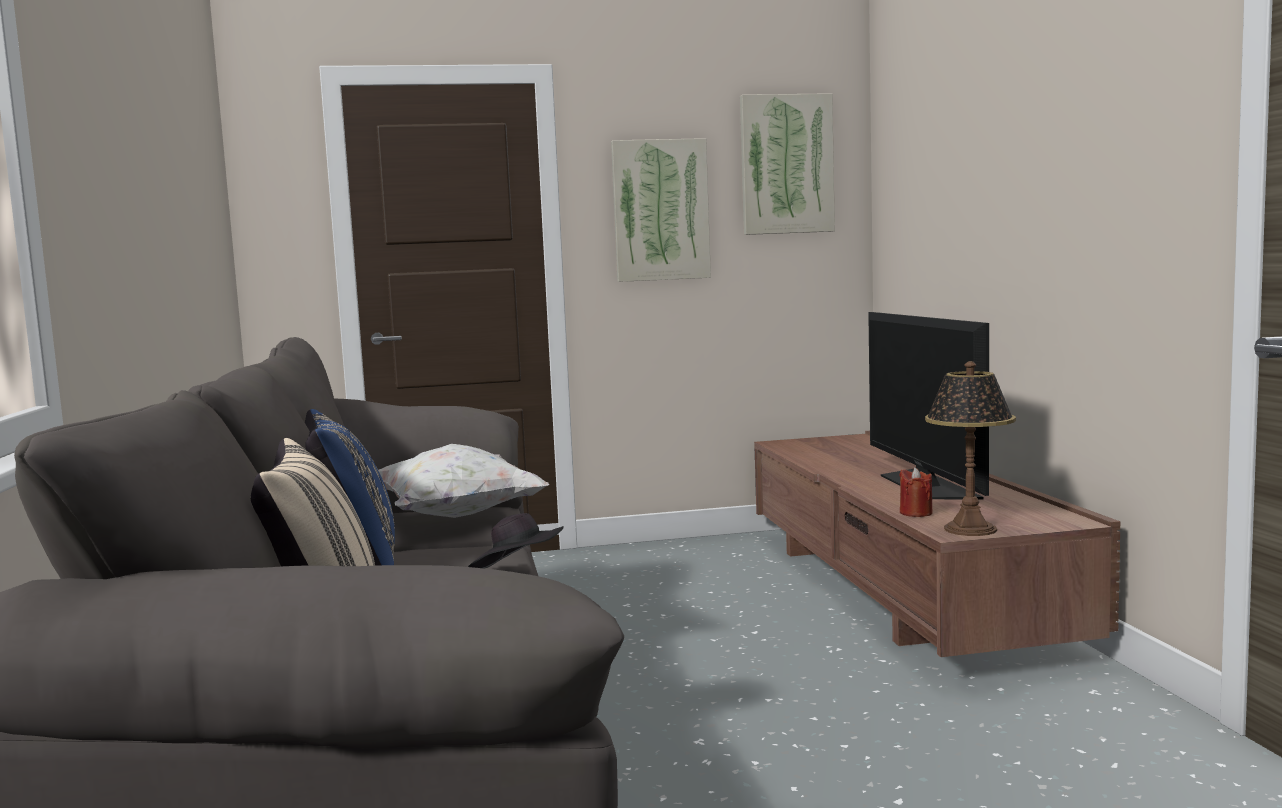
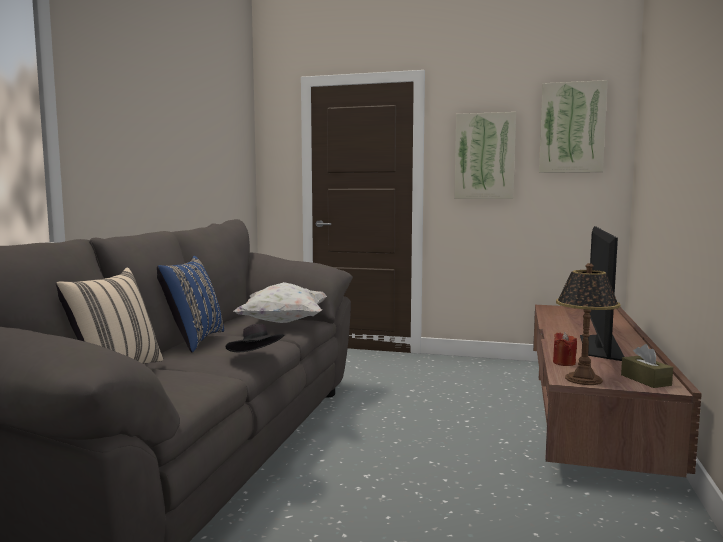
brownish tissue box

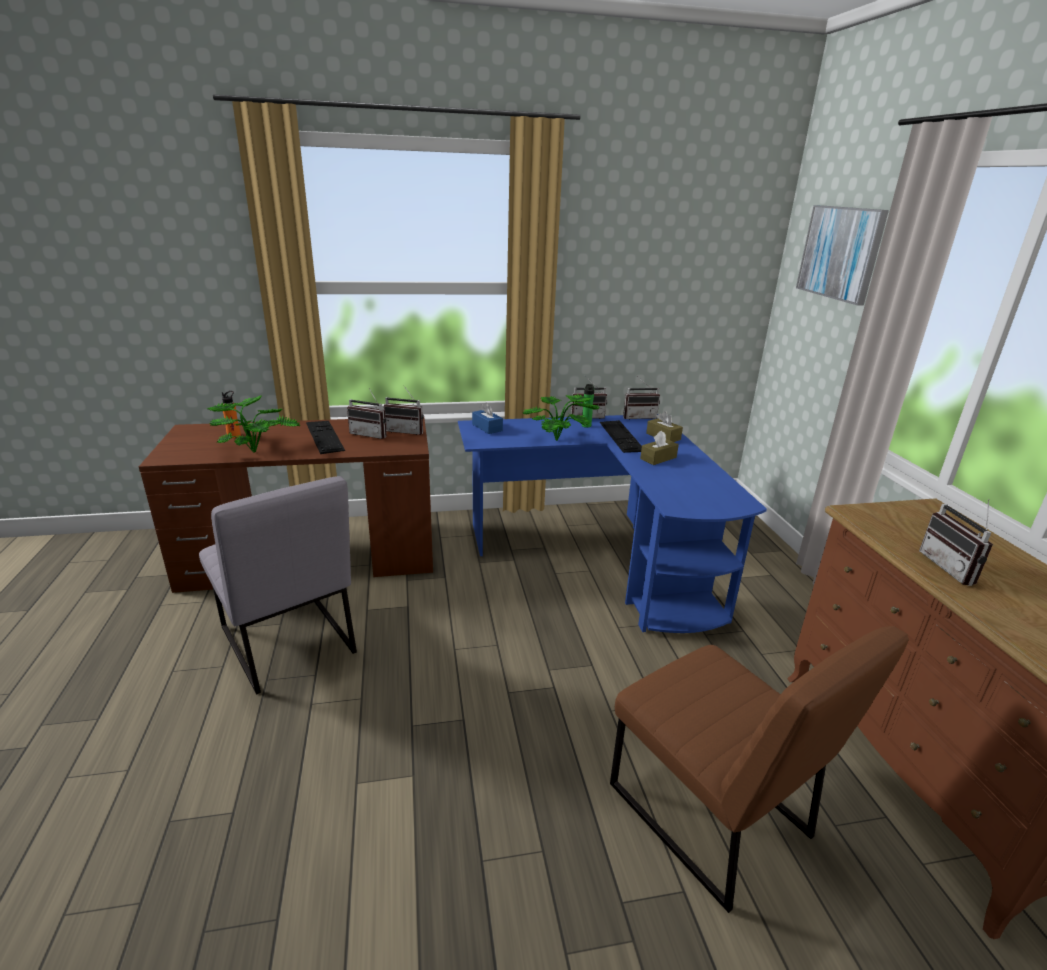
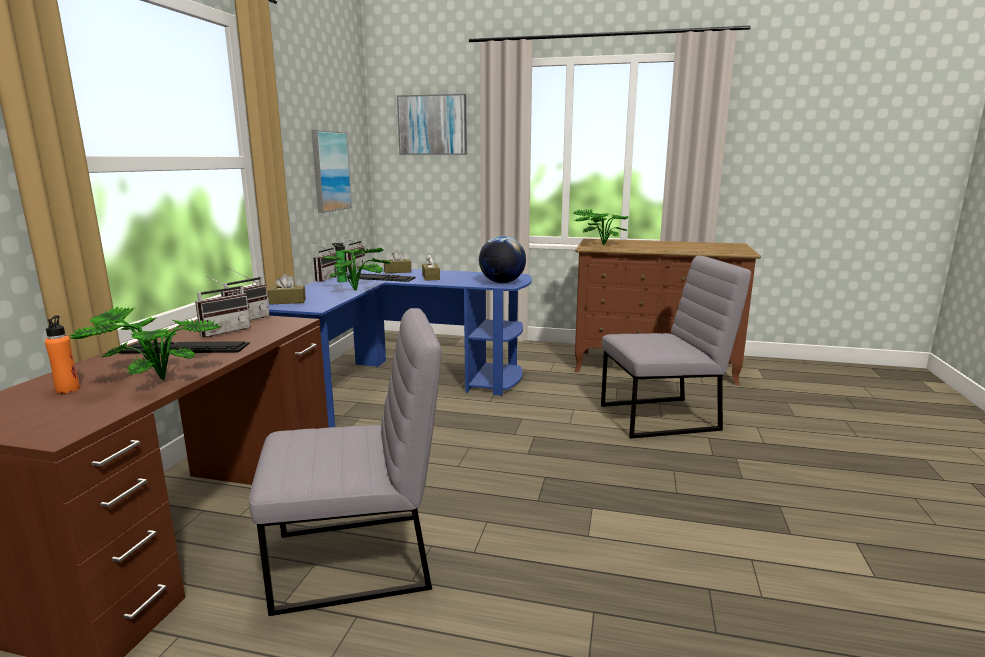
radio (no. 5 from left in the first image)
wall picture (no. 1 from left)
desk globe
plant in a pot (no. 3 from left)
brownish tissue box (no. 1 from left)
gray upright chair (no. 2 from left)

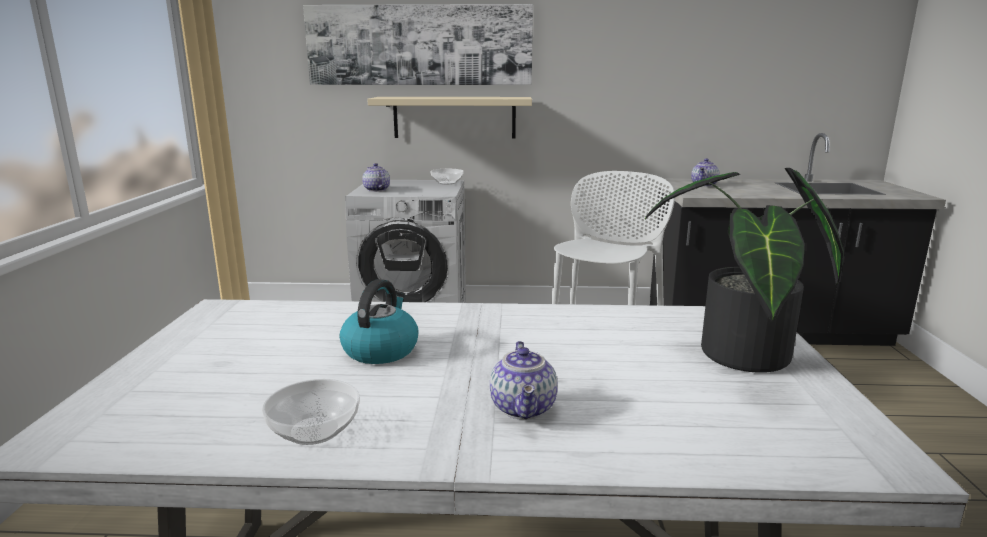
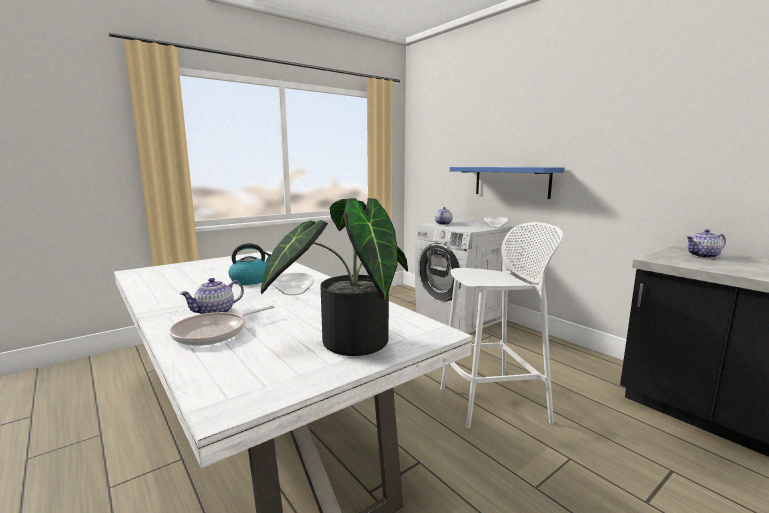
wall picture
skillet
serving bowl (no. 1 from left)
blue shelf

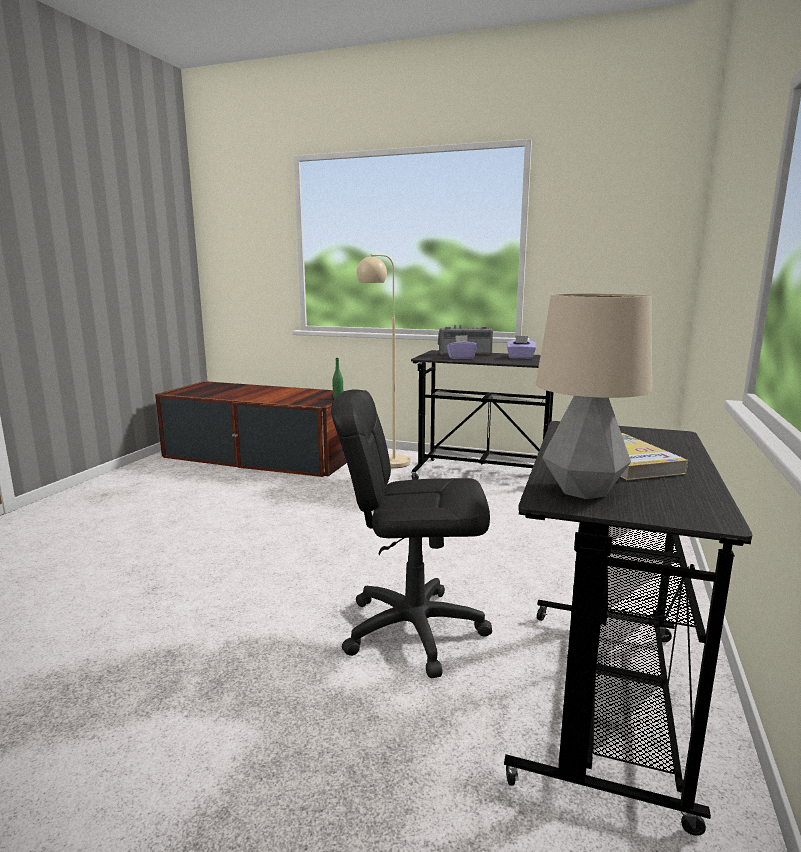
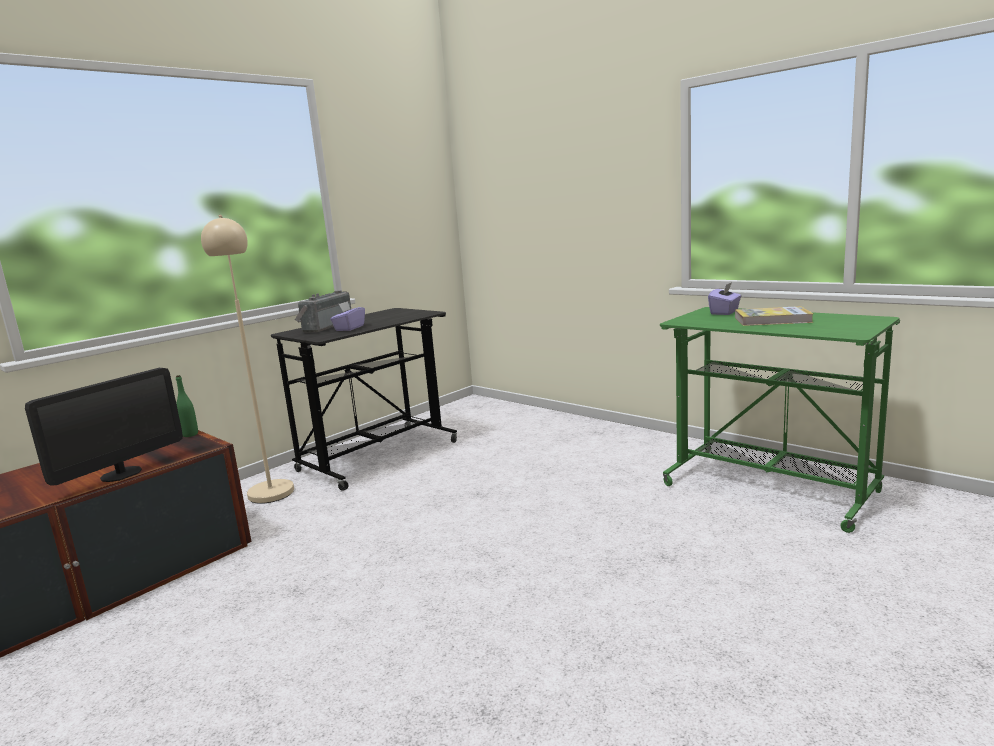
black computer chair
table lamp
computer display
purple-coloured tissue box (no. 2 from left)
green desk unit

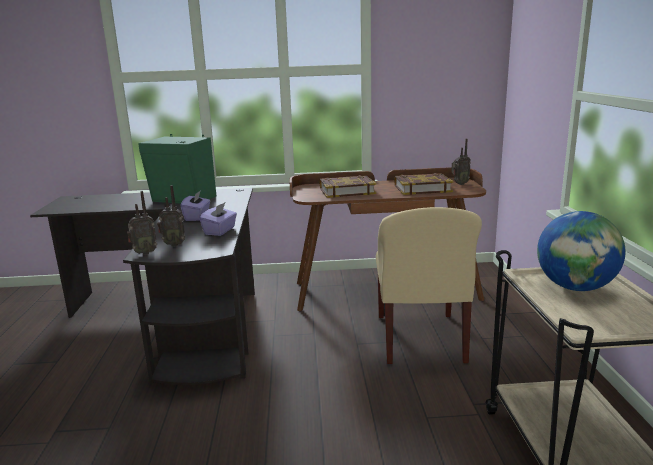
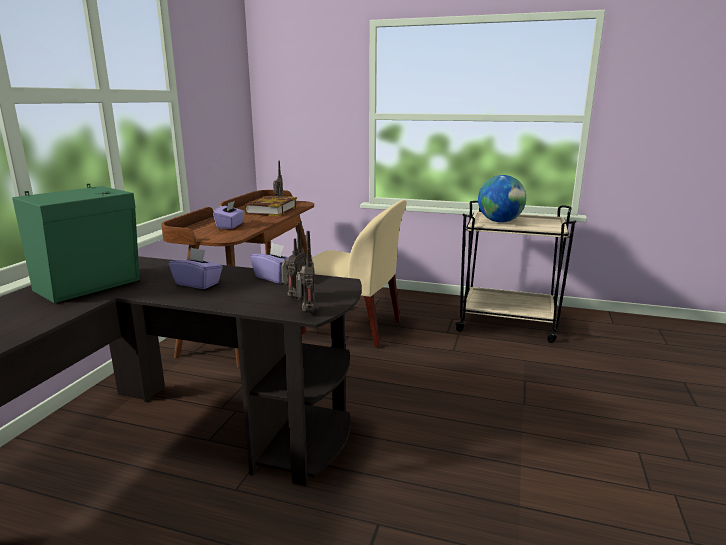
purple-coloured tissue box (no. 2 from left)

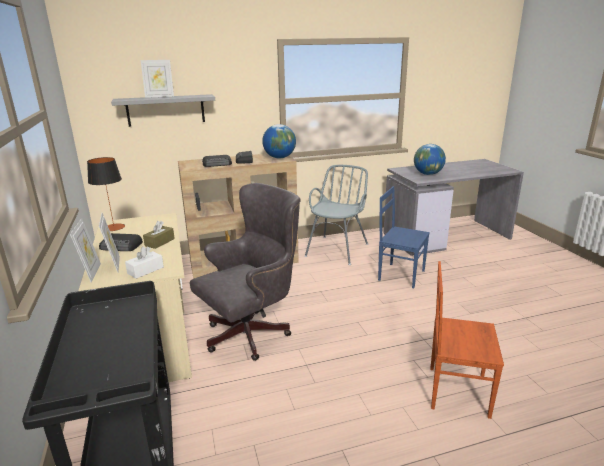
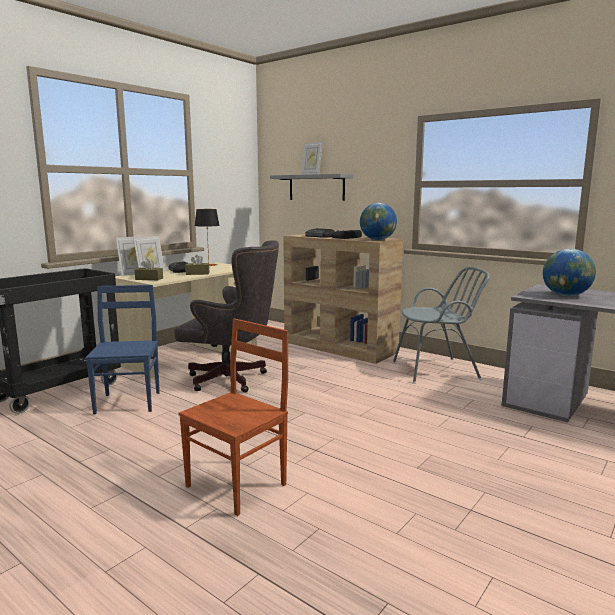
blue upright chair
brownish tissue box (no. 1 from left)
brownish upright chair

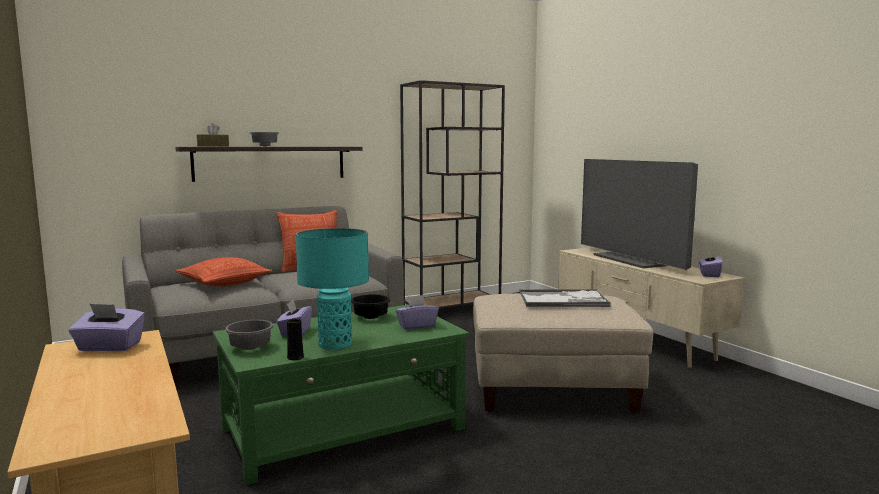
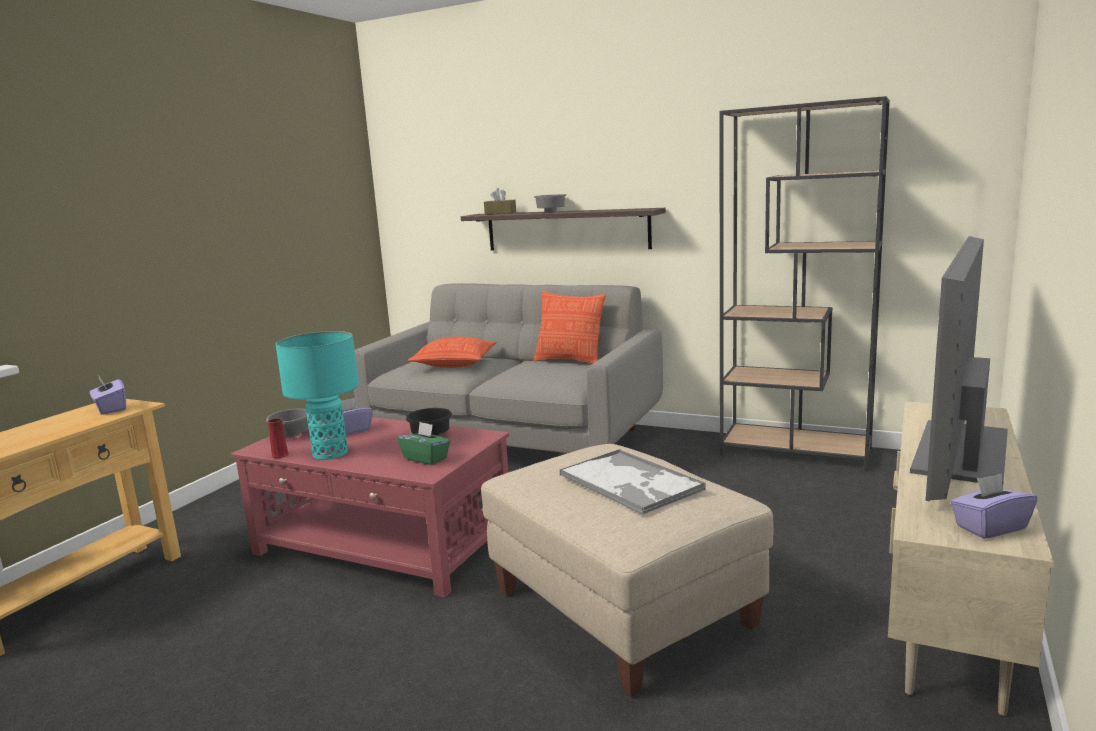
reddish coffee table
reddish vase
green tissue box

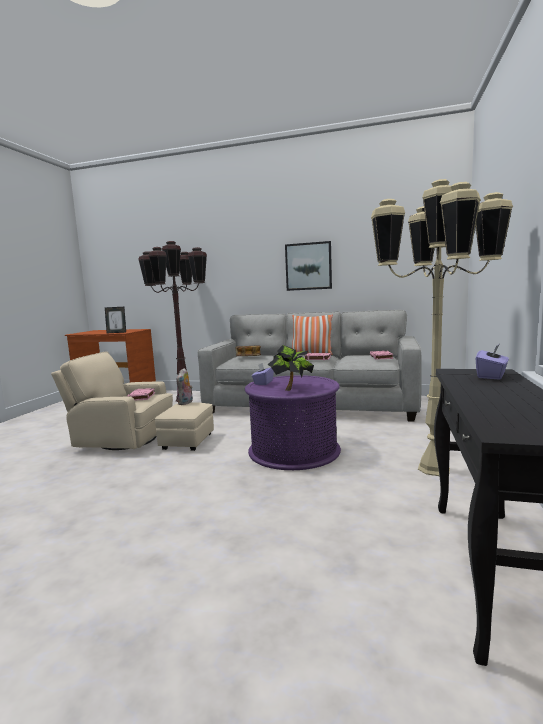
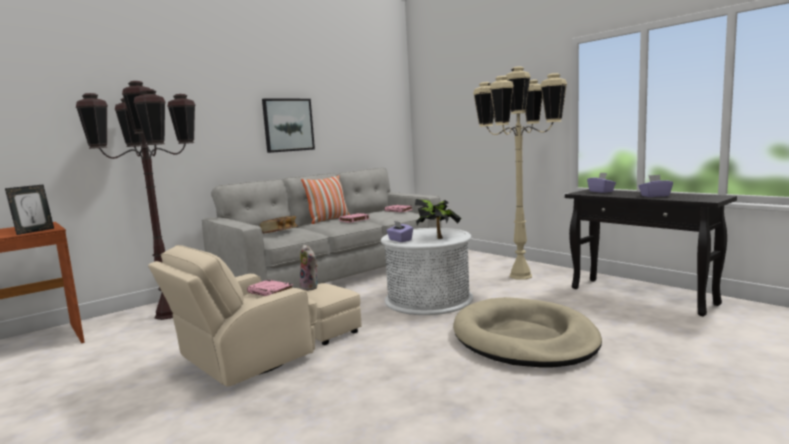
beige-coloured dog cushion
purple-coloured tissue box (no. 3 from left)
white coffee table

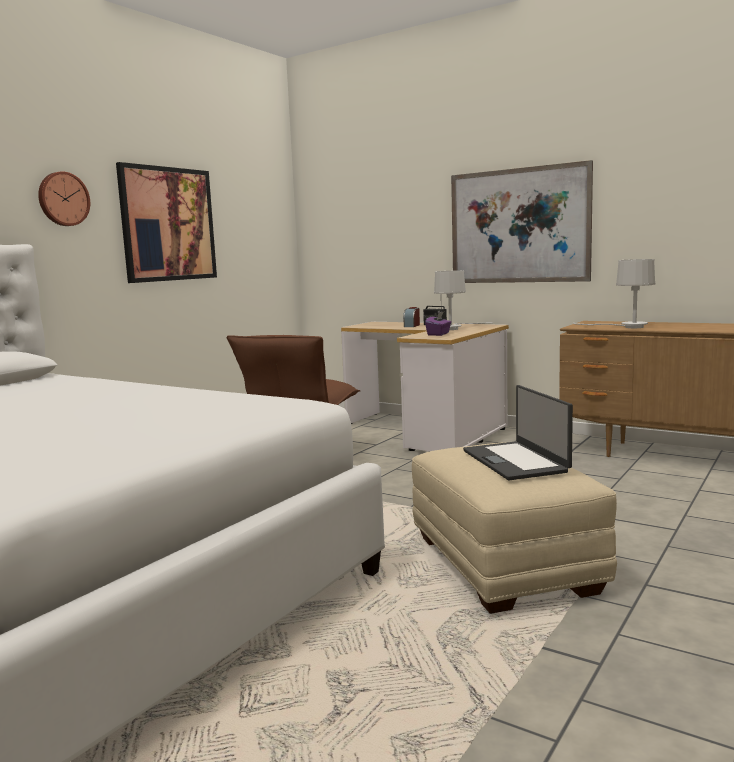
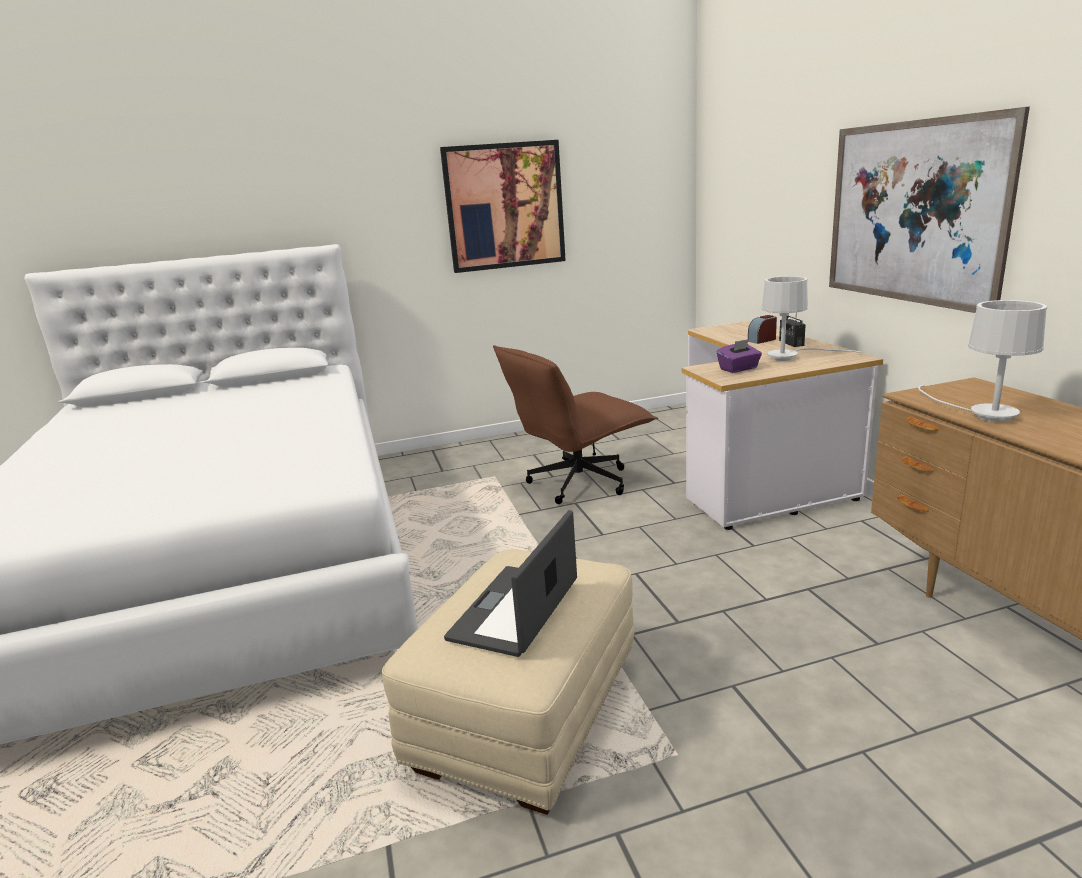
hanging clock

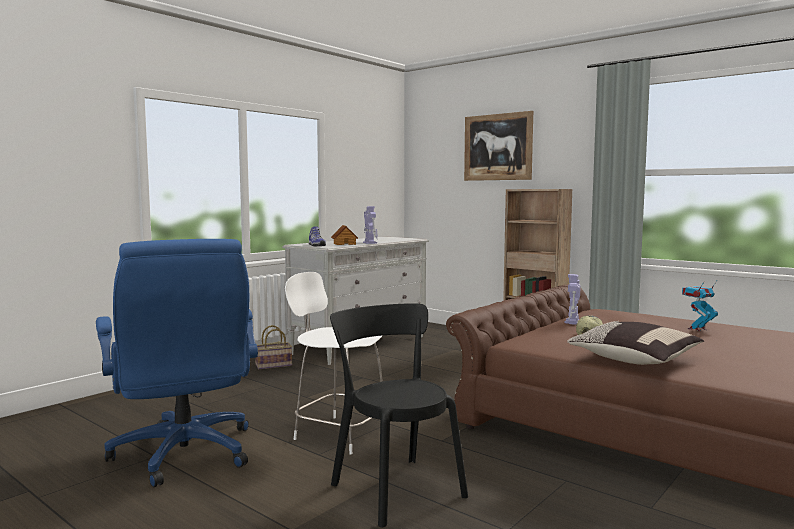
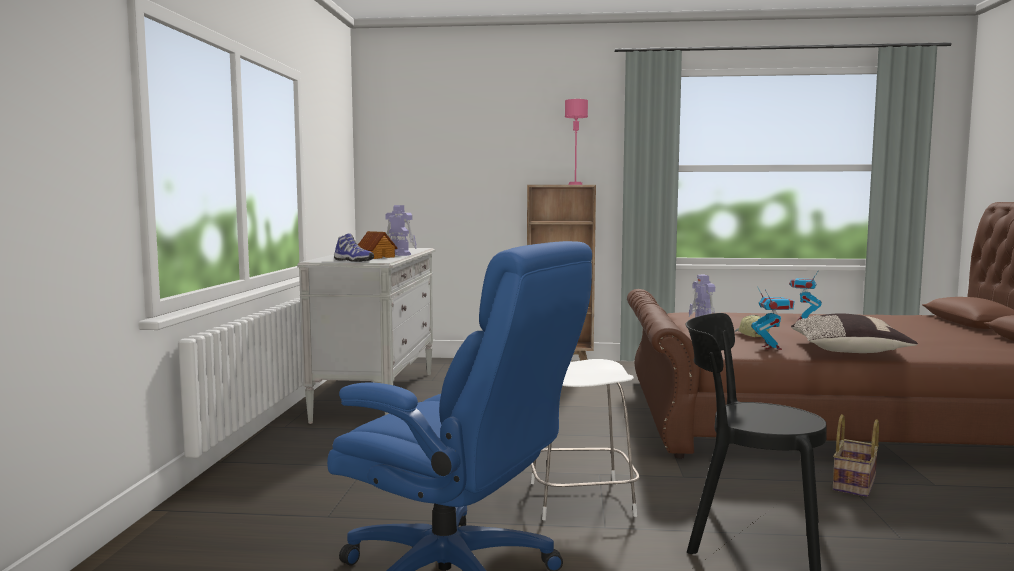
wall picture
pink table lamp
toy robot (no. 3 from left)
basket

